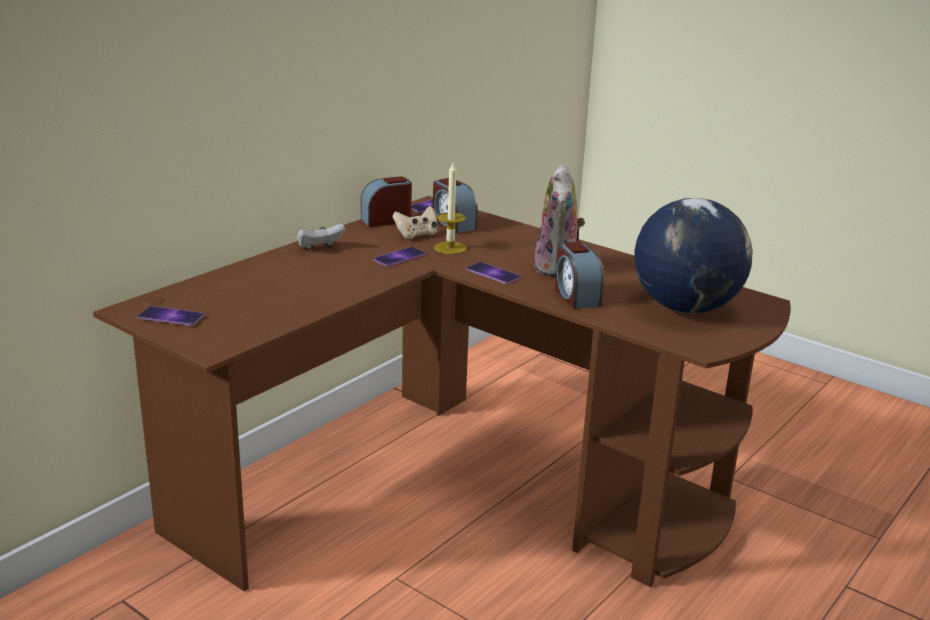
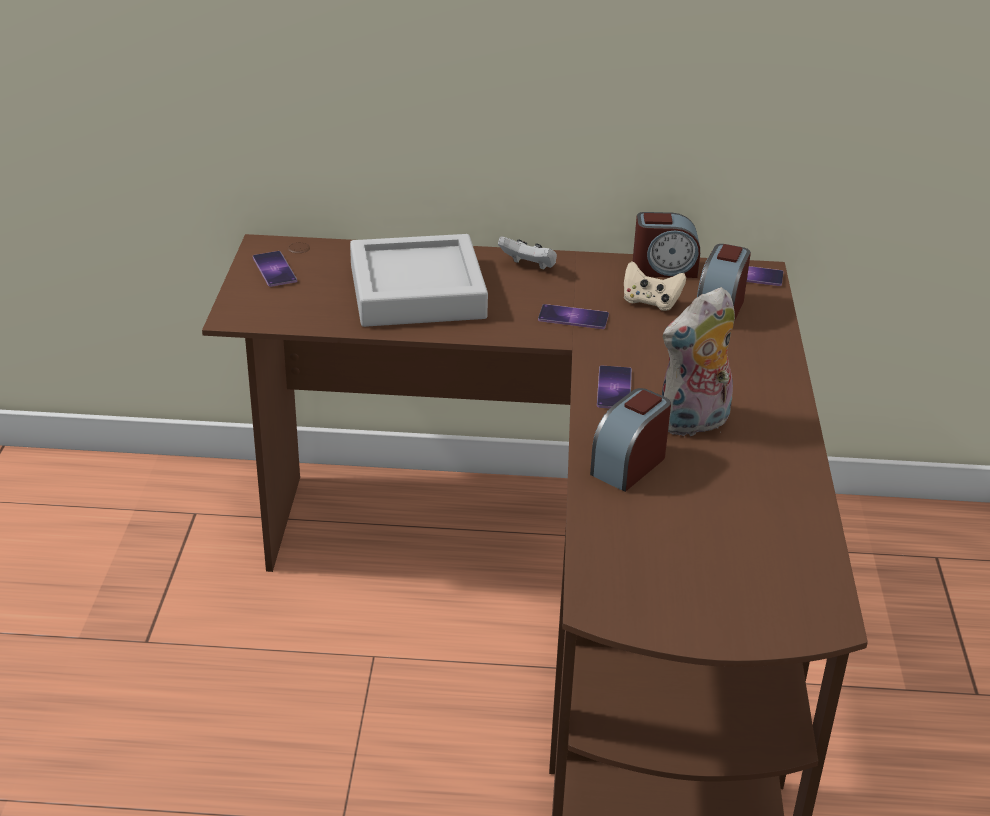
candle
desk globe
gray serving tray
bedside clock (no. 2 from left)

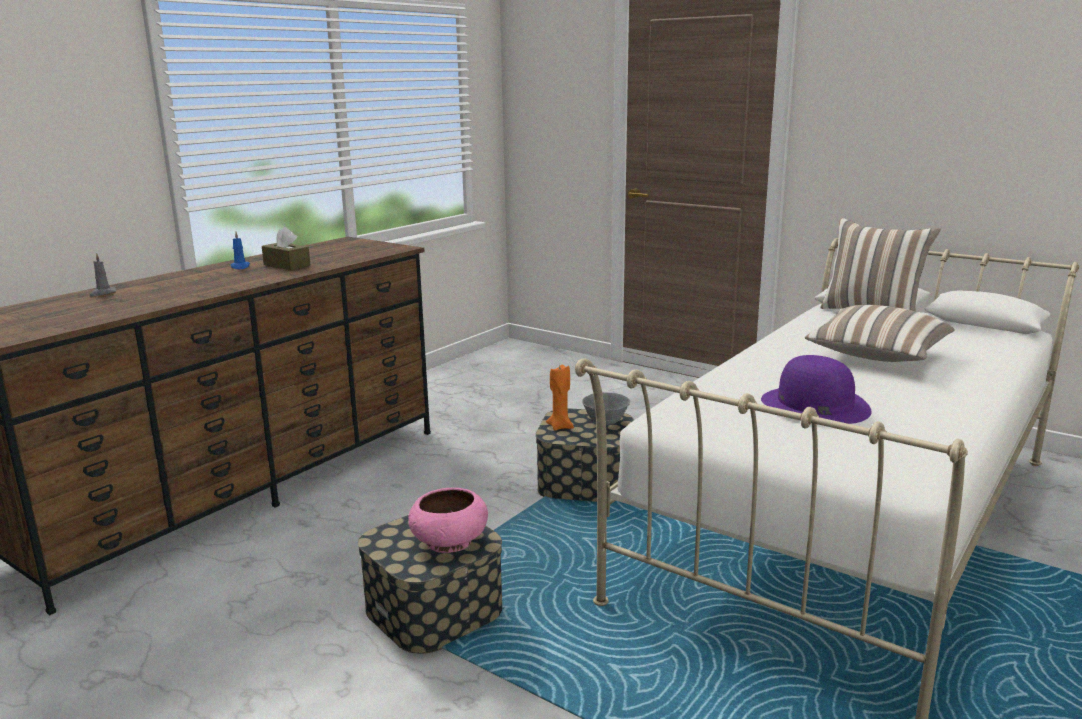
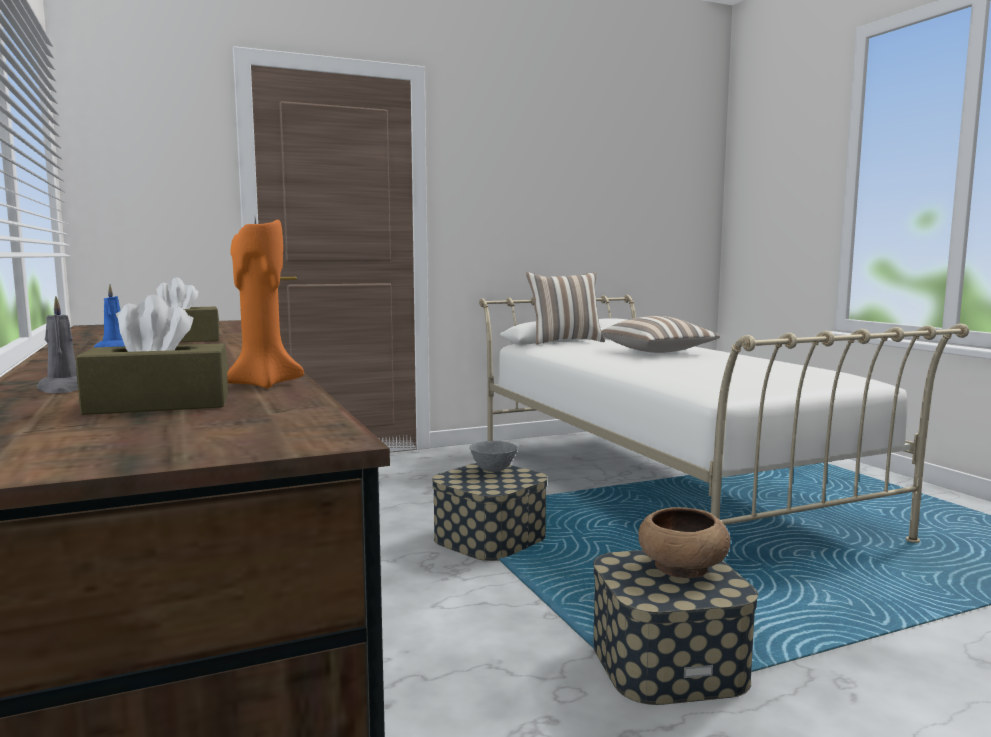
purple-coloured hat
brownish tissue box (no. 1 from left)
orangey candle
brownish serving bowl

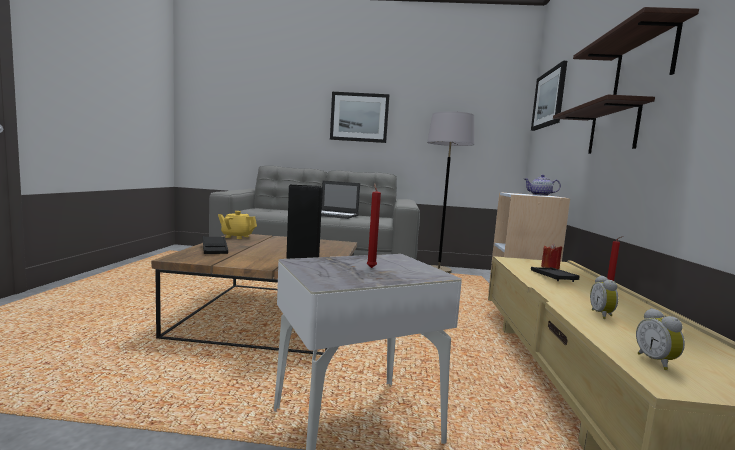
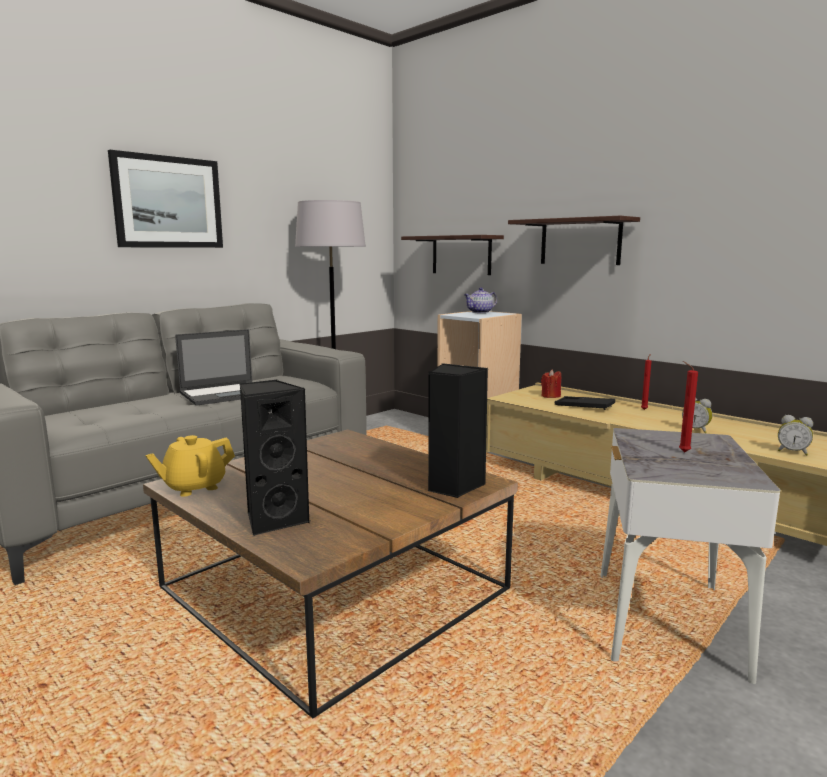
wall picture (no. 2 from left in the first image)
shelf (no. 1 from left)
black audio speaker (no. 1 from left)

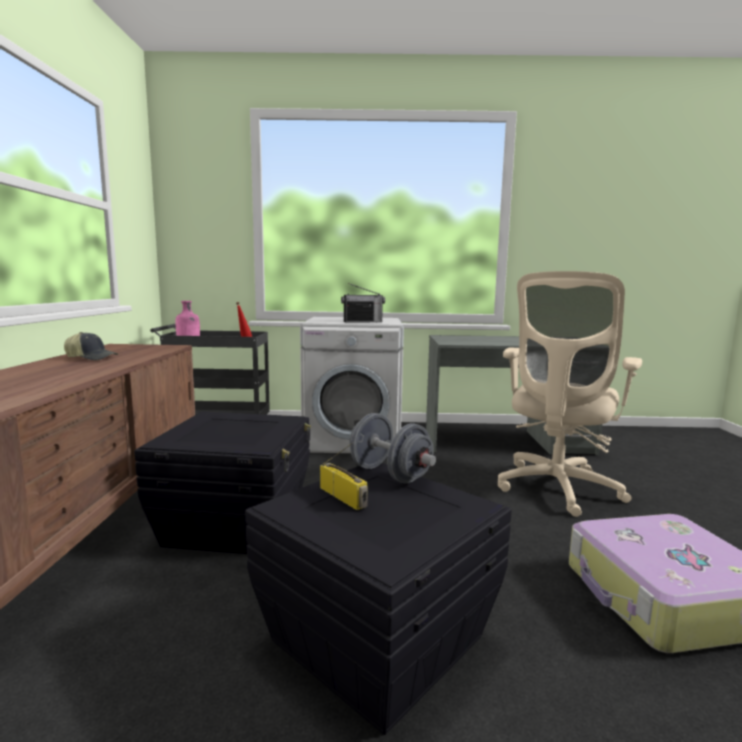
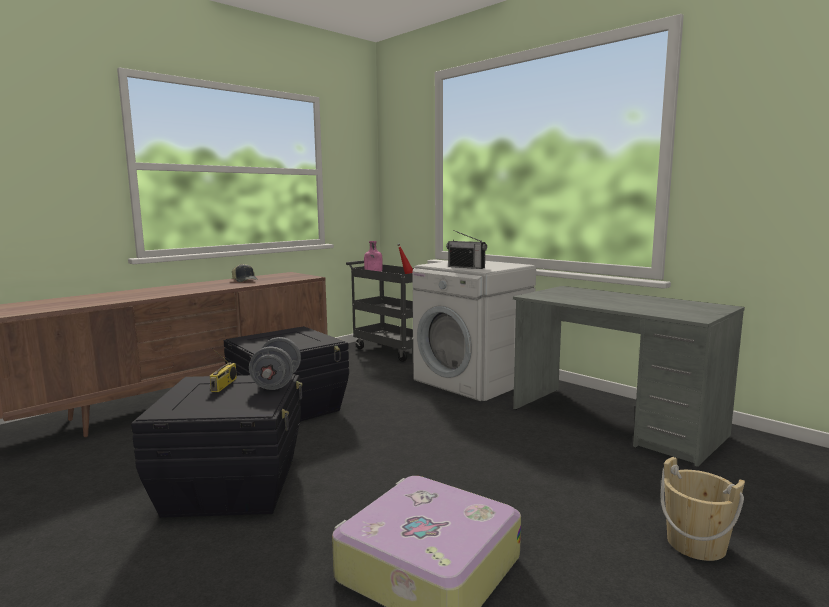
beige-coloured computer chair
beige-coloured pail

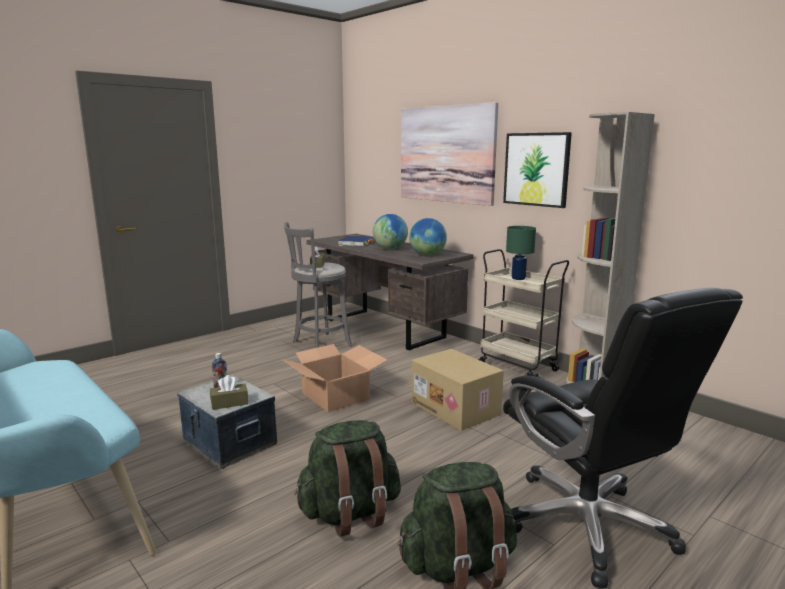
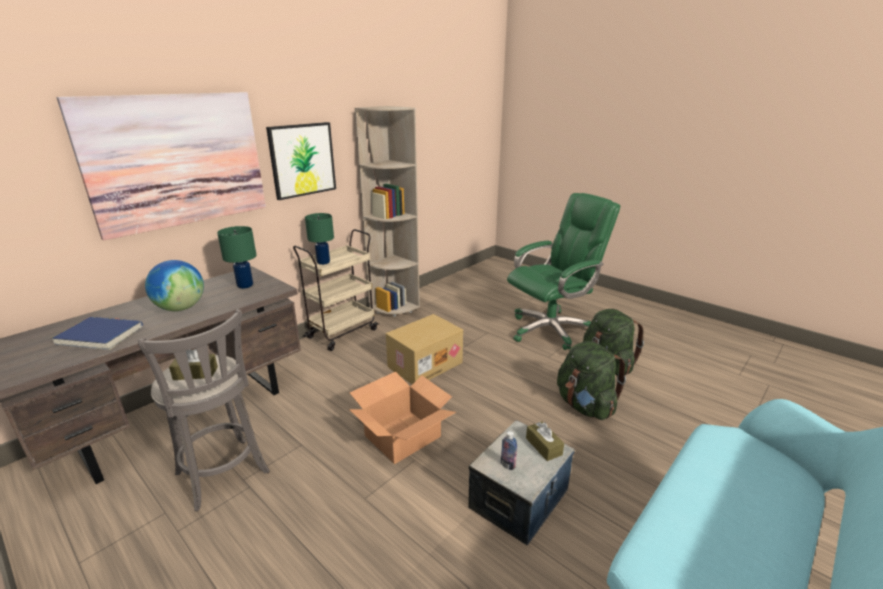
green table lamp (no. 1 from left)
green computer chair

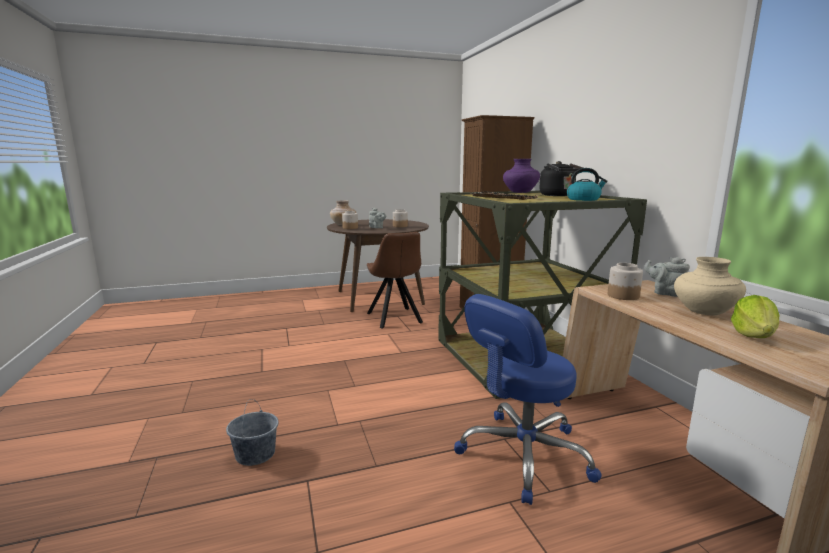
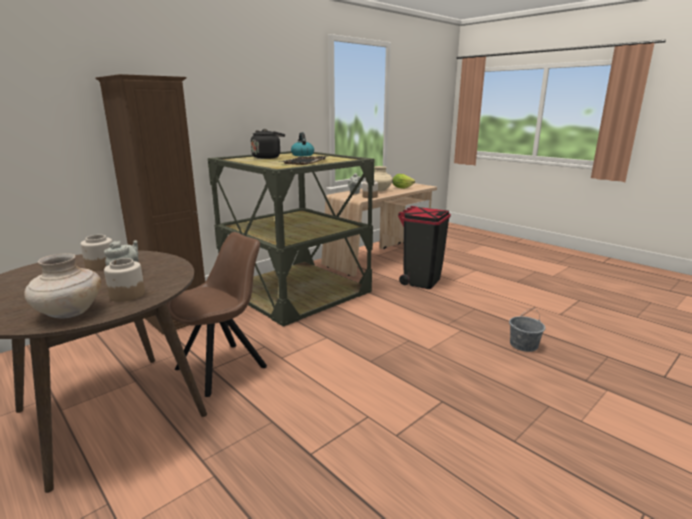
purple-coloured vase
black trash can

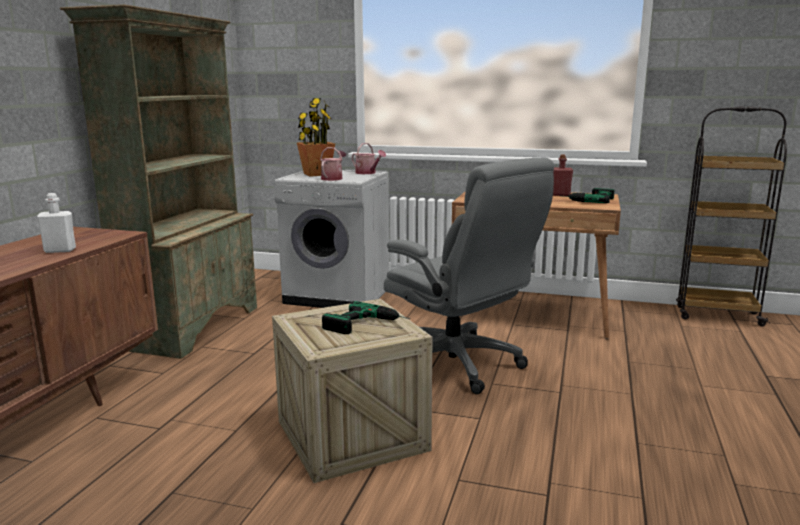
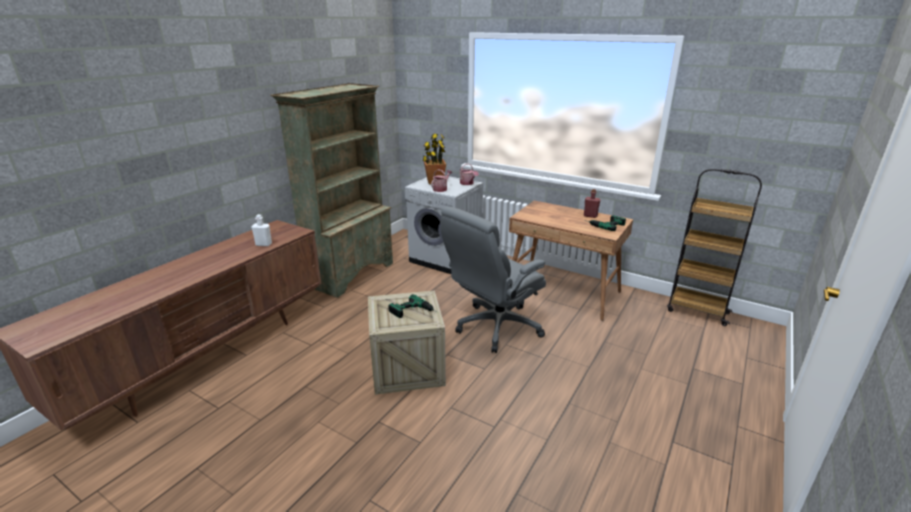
gray computer chair

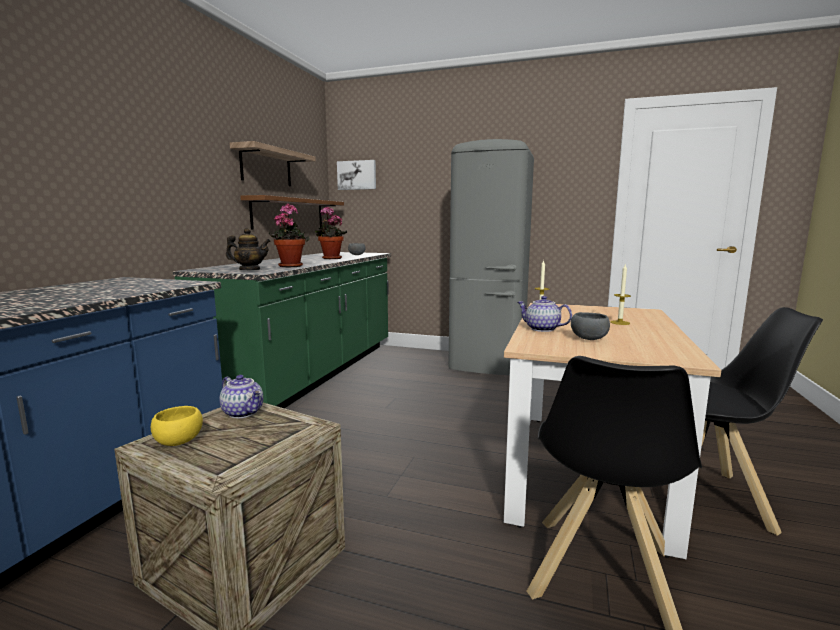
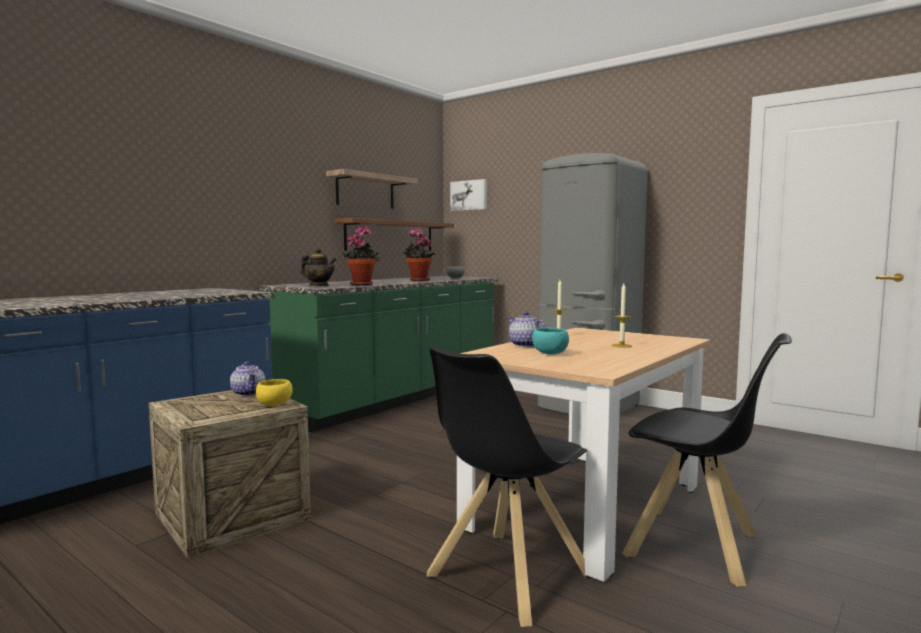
yellow serving bowl
turquoise-coloured serving bowl

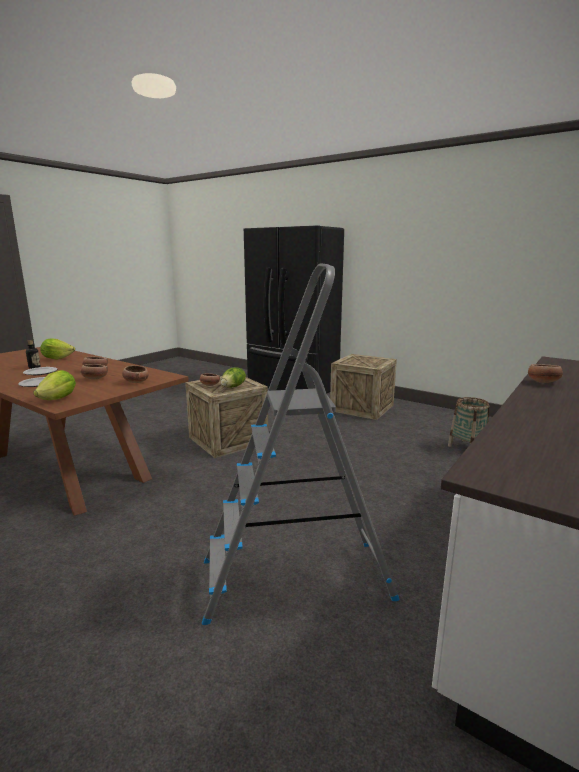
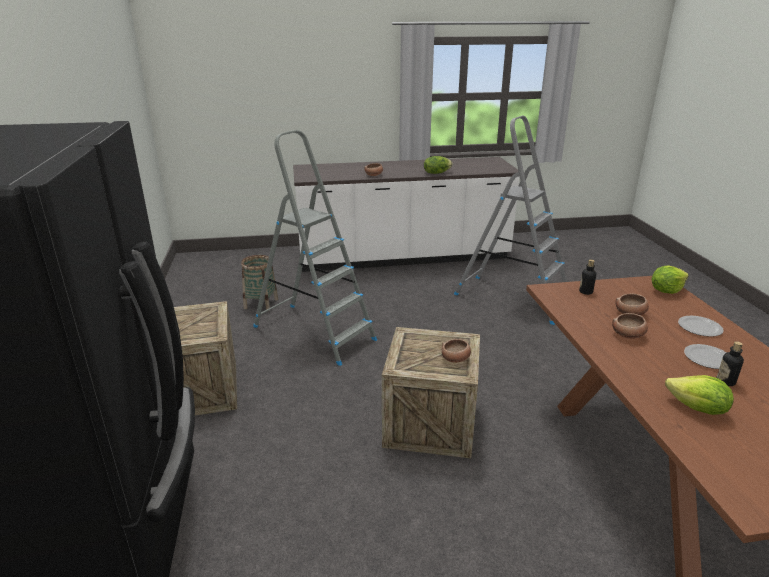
gray stepladder (no. 1 from left)
lettuce (no. 1 from left)
bottle (no. 1 from left)

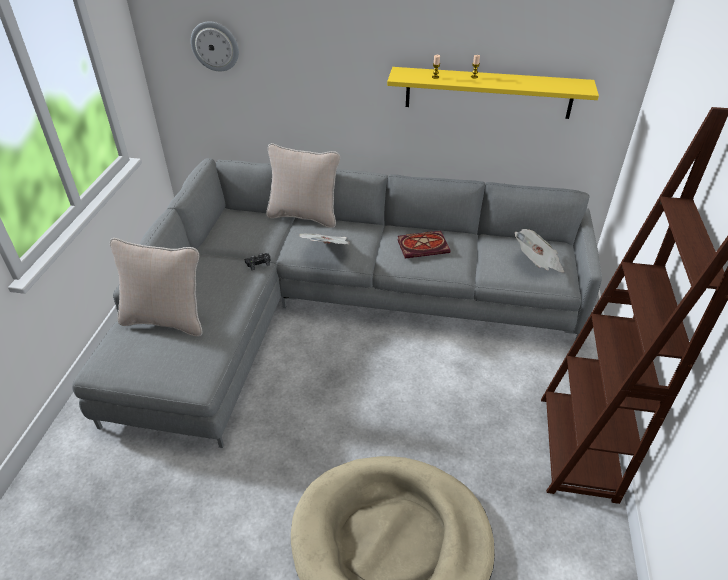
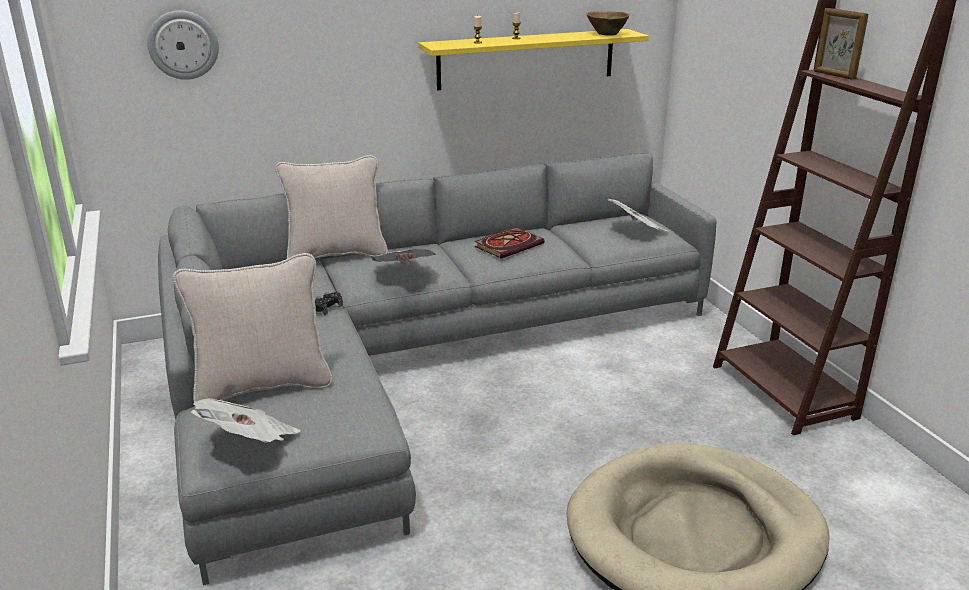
newspaper (no. 1 from left)
brownish serving bowl
photo frame

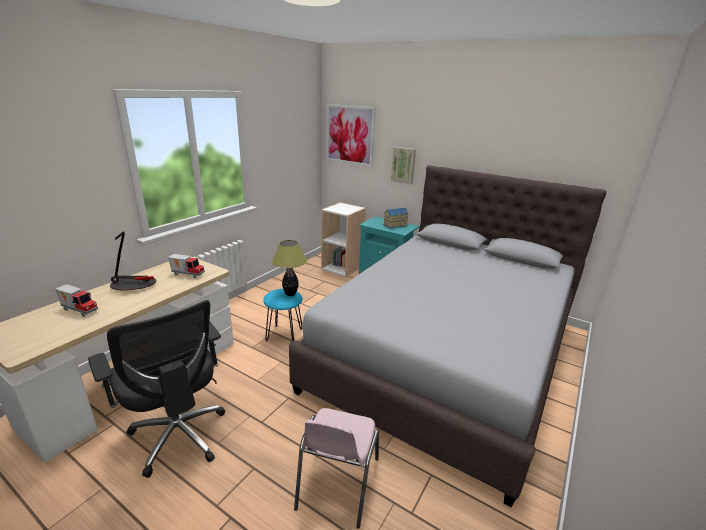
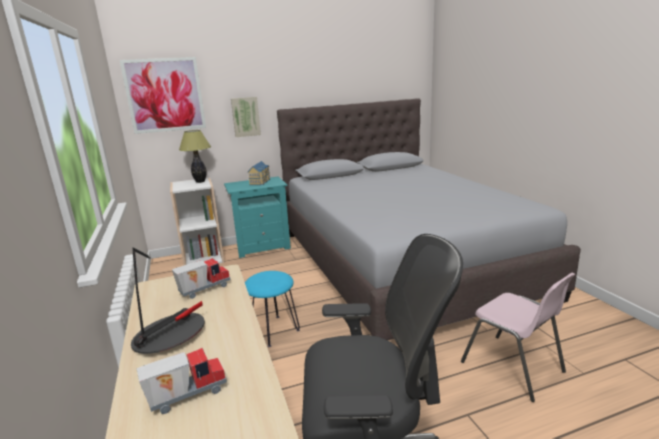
table lamp (no. 2 from left)

